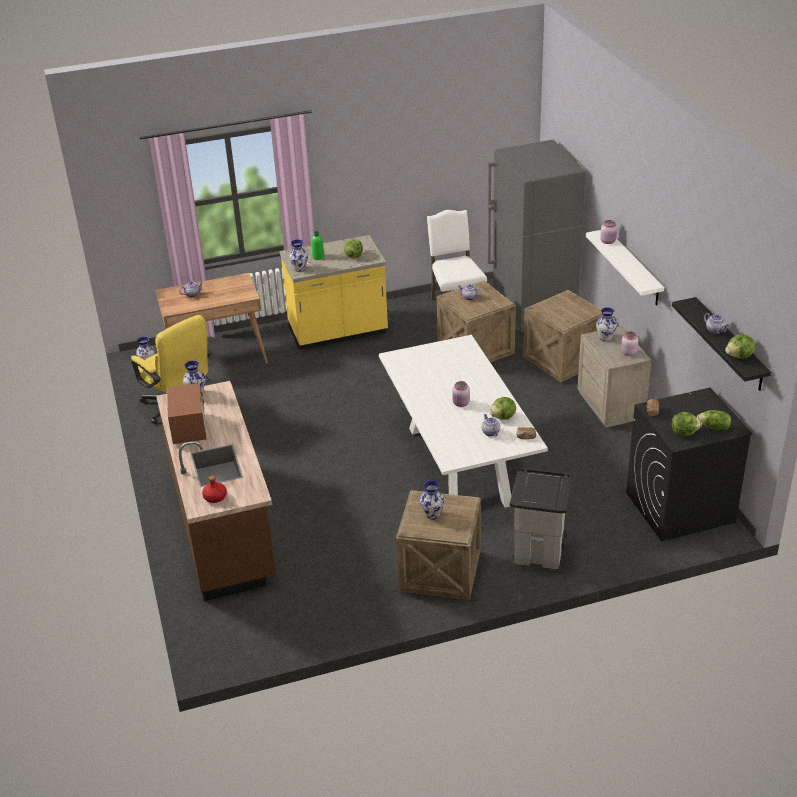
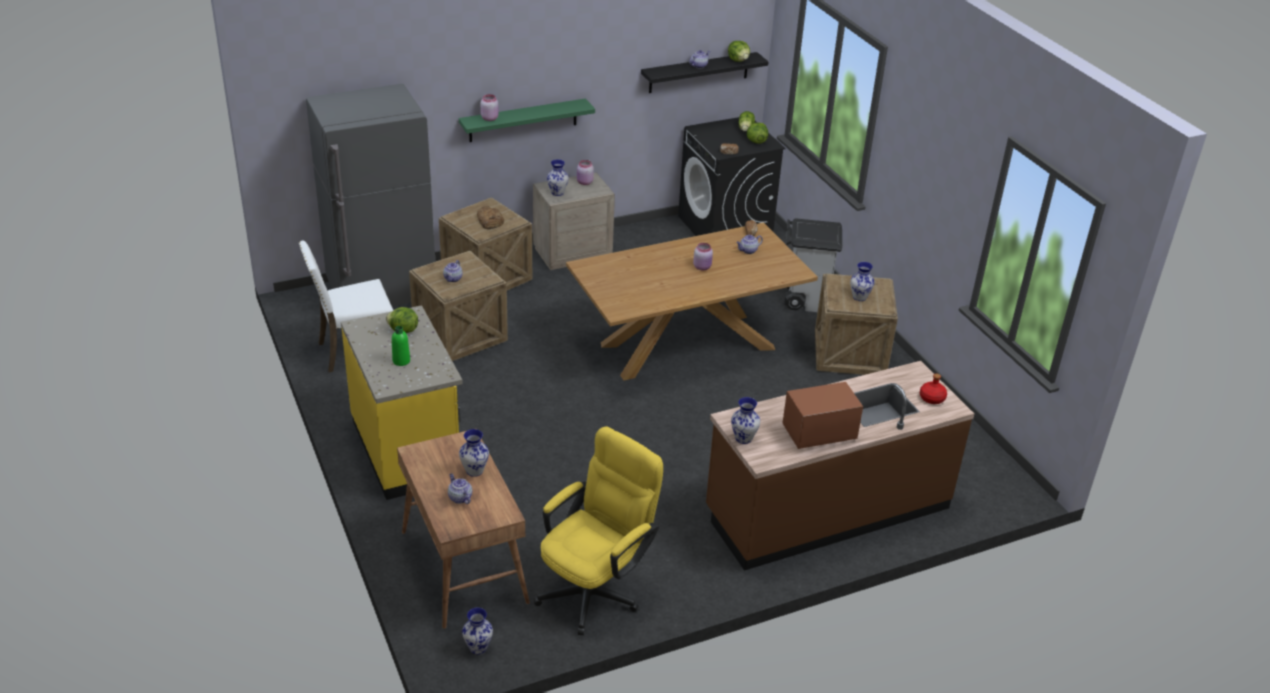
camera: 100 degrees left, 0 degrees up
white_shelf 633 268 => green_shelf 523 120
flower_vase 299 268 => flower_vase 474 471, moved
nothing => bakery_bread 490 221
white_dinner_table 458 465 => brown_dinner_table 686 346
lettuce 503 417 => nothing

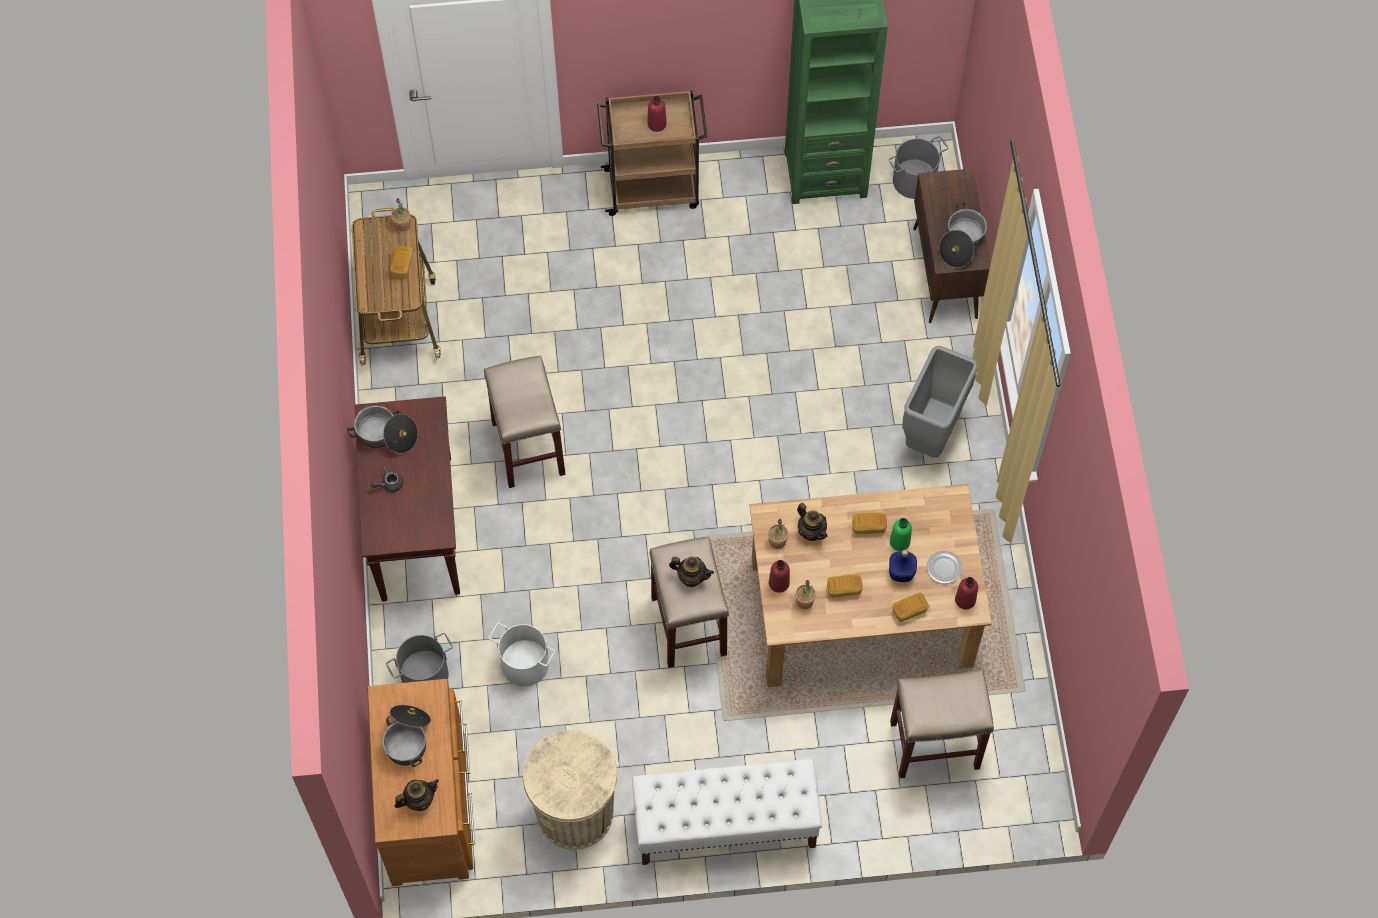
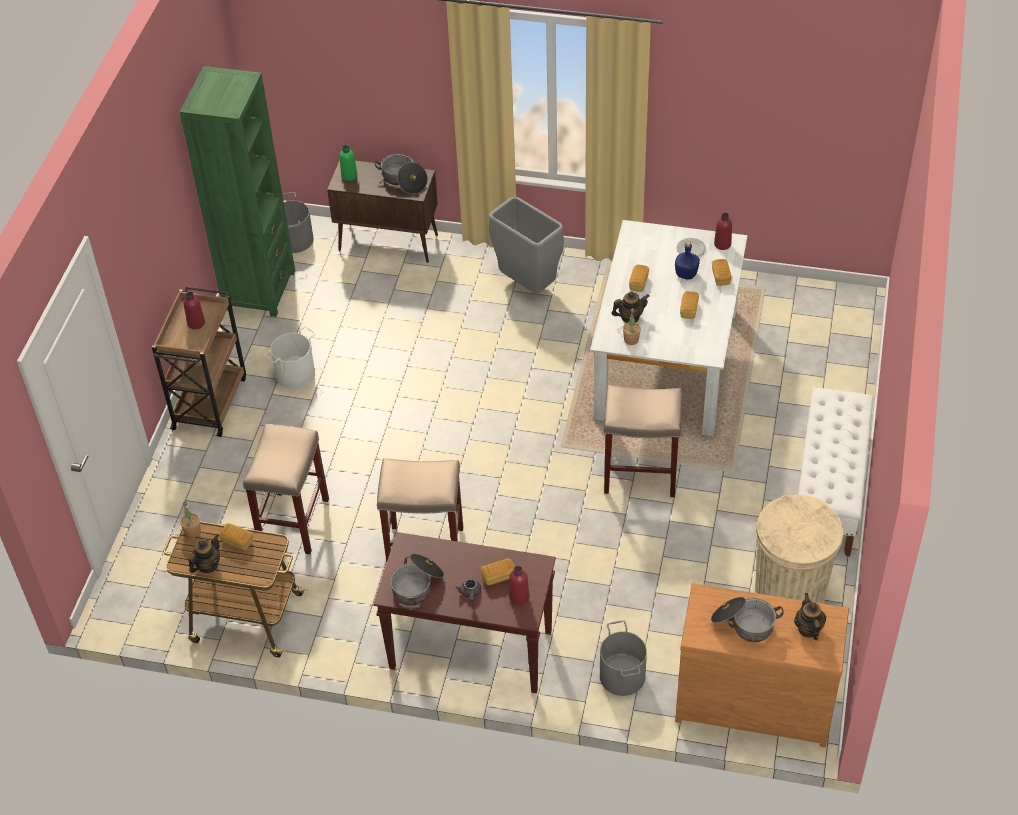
camera: 70 degrees left, 15 degrees down
pot_for_tea 691 577 => pot_for_tea 207 565, moved
beige-coloured_stool_seat 933 745 => beige-coloured_stool_seat 294 523, moved
white_bucket 525 663 => white_bucket 295 373, moved
green_drink_bottle 899 541 => green_drink_bottle 349 175, moved
nothing => bakery_bread 498 576
red-coloured_drink_bottle 779 583 => red-coloured_drink_bottle 519 597, moved
brown_dinner_table 862 611 => white_dinner_table 666 363
plant_in_a_pot 804 601 => nothing

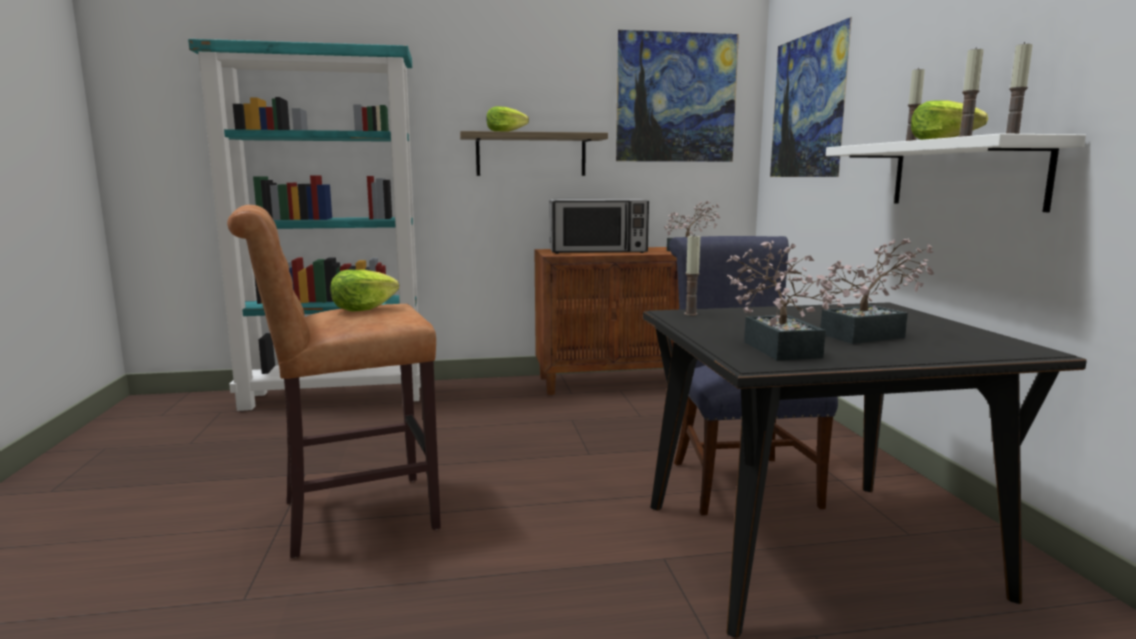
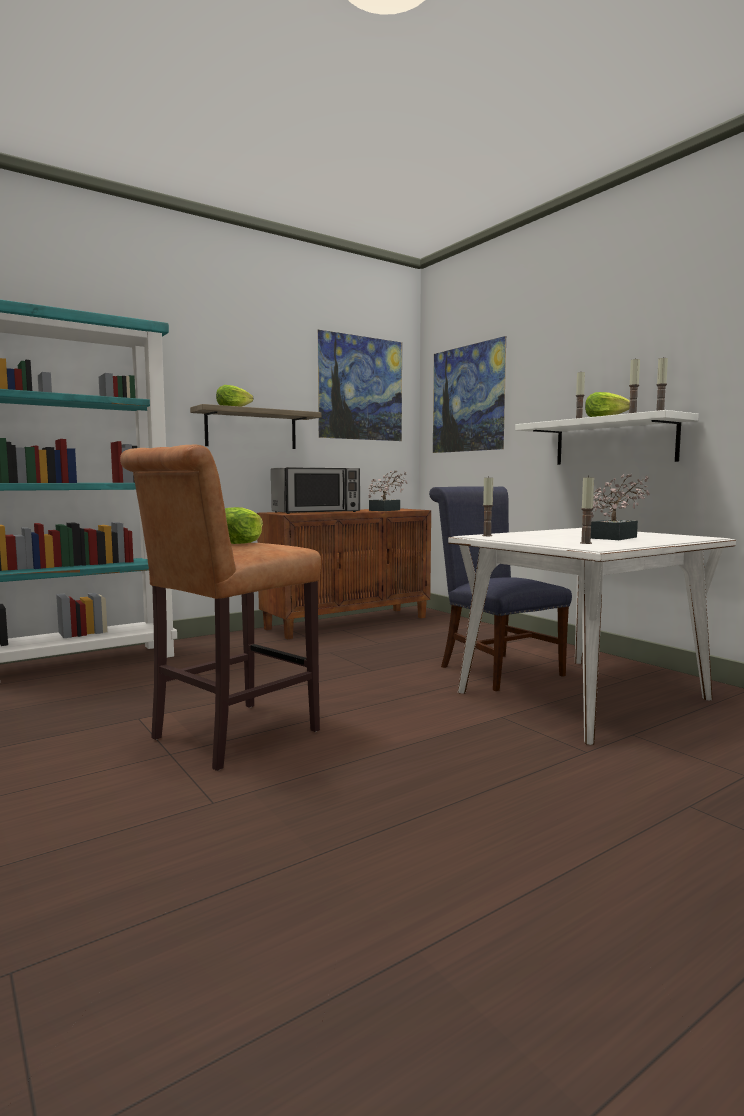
camera: 25 degrees left, 5 degrees down
black-coloured_dinner_table 814 548 => white_dinner_table 583 695
plant_in_a_pot 778 347 => candle 585 543

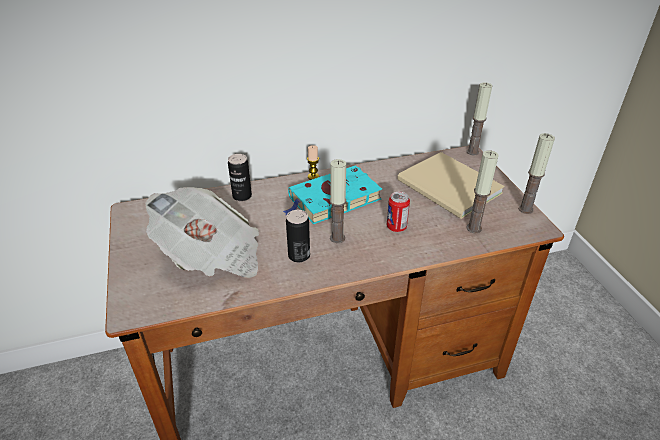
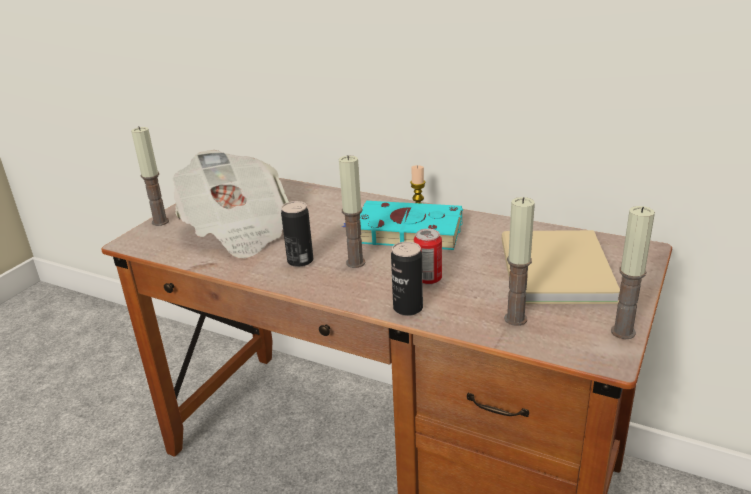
camera: 45 degrees right, 10 degrees down
candle 472 152 => candle 160 222, moved
sealed_can 242 196 => sealed_can 408 308, moved

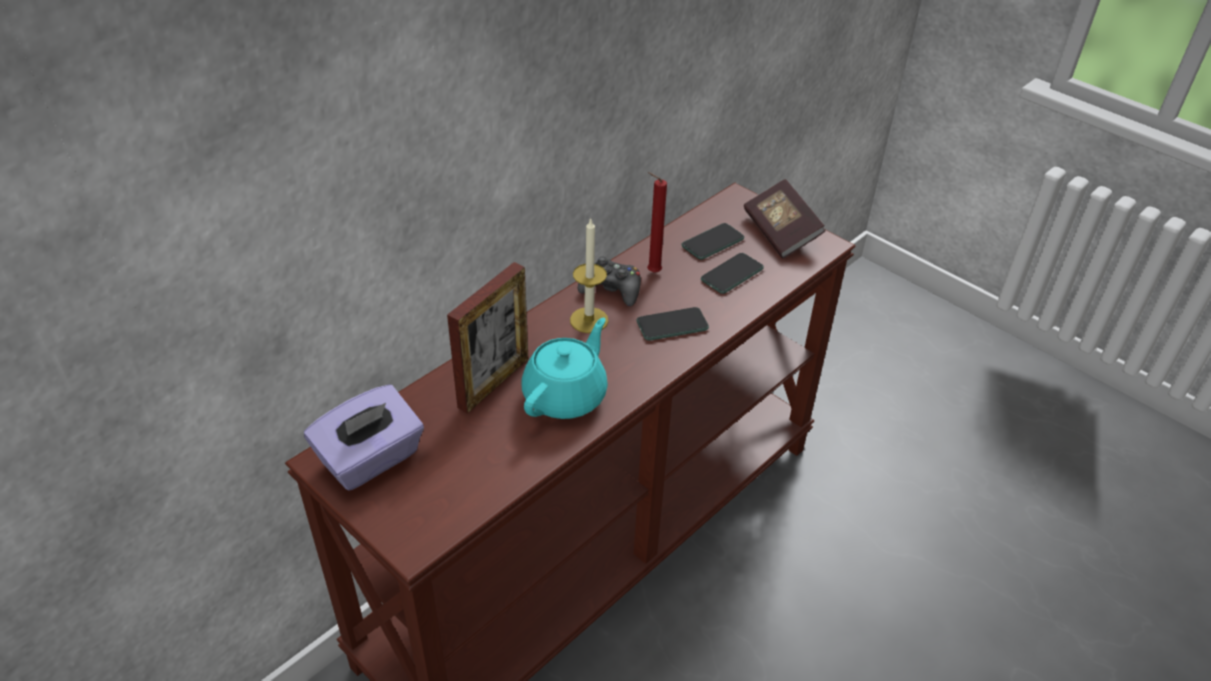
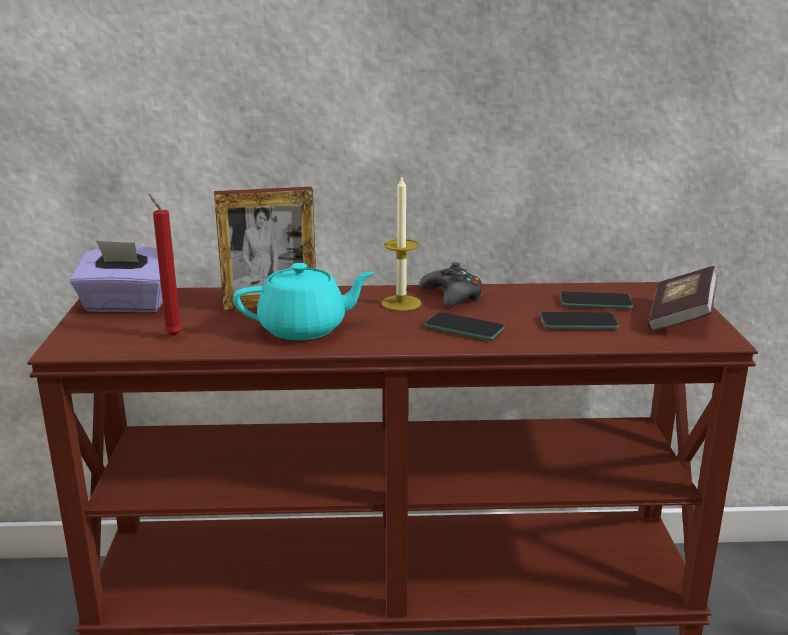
camera: 45 degrees right, 20 degrees down
red-coloured_candle 651 272 => red-coloured_candle 172 335, moved

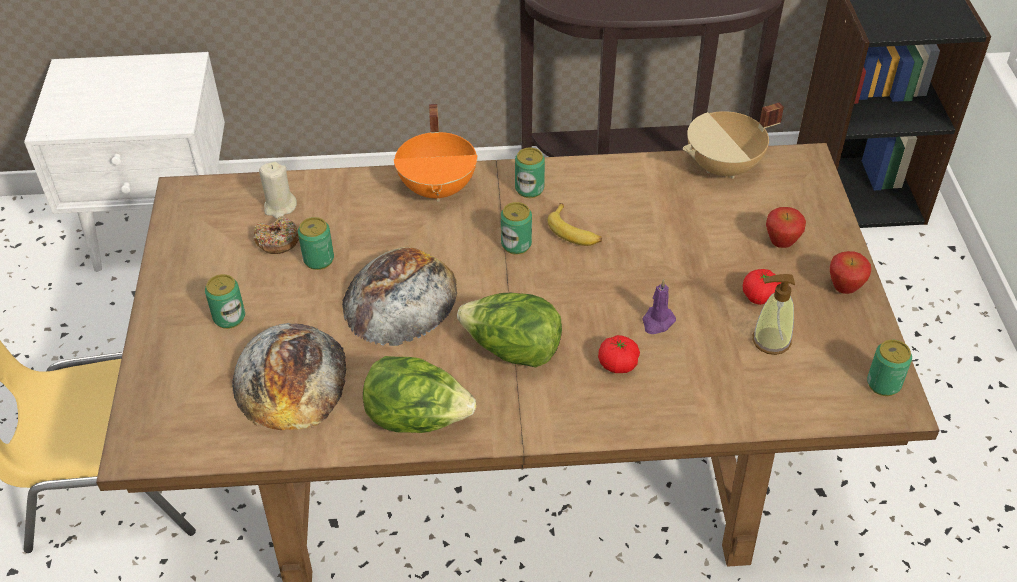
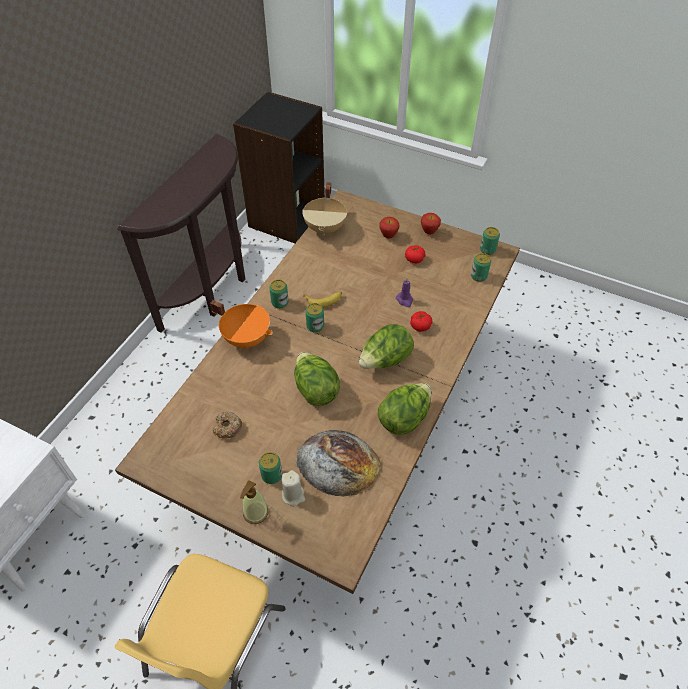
camera: 60 degrees left, 5 degrees up
soap_bottle 771 341 => soap_bottle 255 513, moved
beige-coloured_candle 280 207 => beige-coloured_candle 293 495, moved
bakery_bread 400 297 => lettuce 315 390
sealed_can 319 260 => sealed_can 478 276, moved

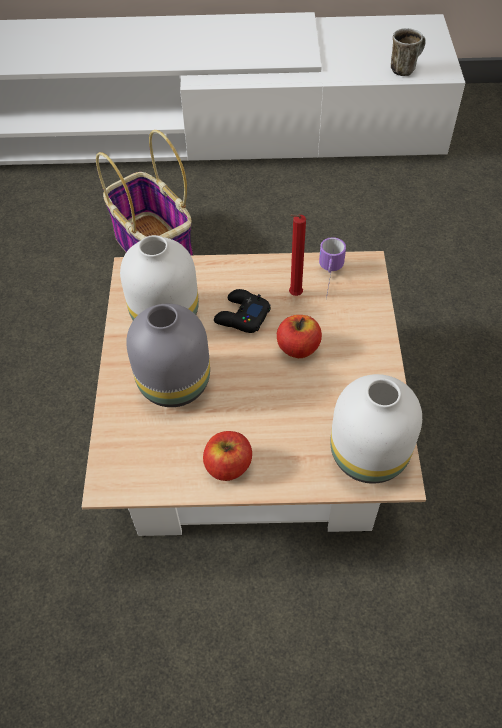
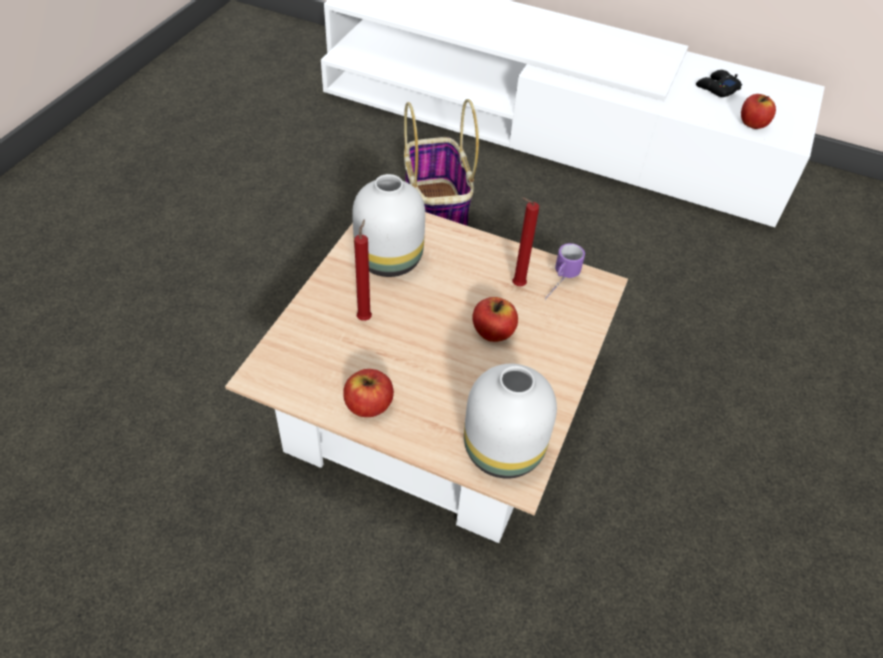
camera: 20 degrees right, 5 degrees down
gray_flower_vase 176 381 => red-coloured_candle 365 317
black-coloured_joypad 241 316 => black-coloured_joypad 716 88, moved
mug 404 68 => whole_apple 752 123

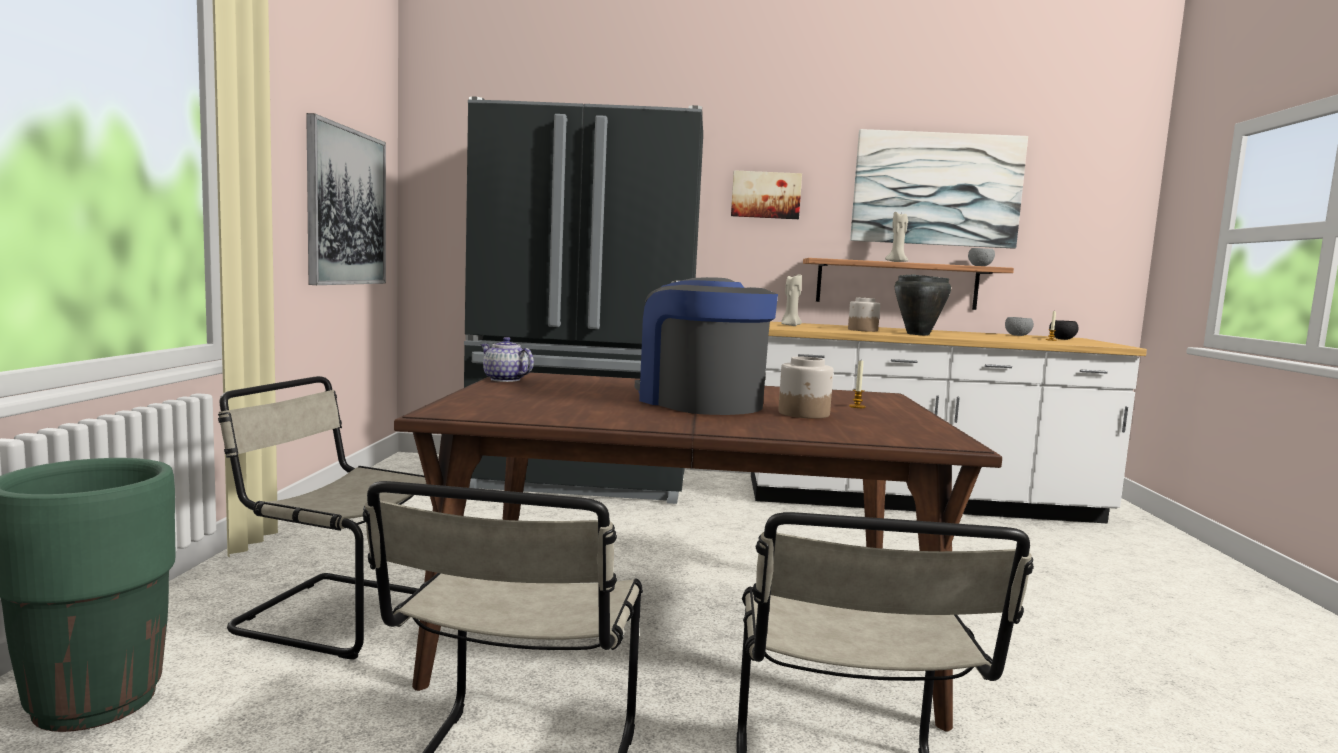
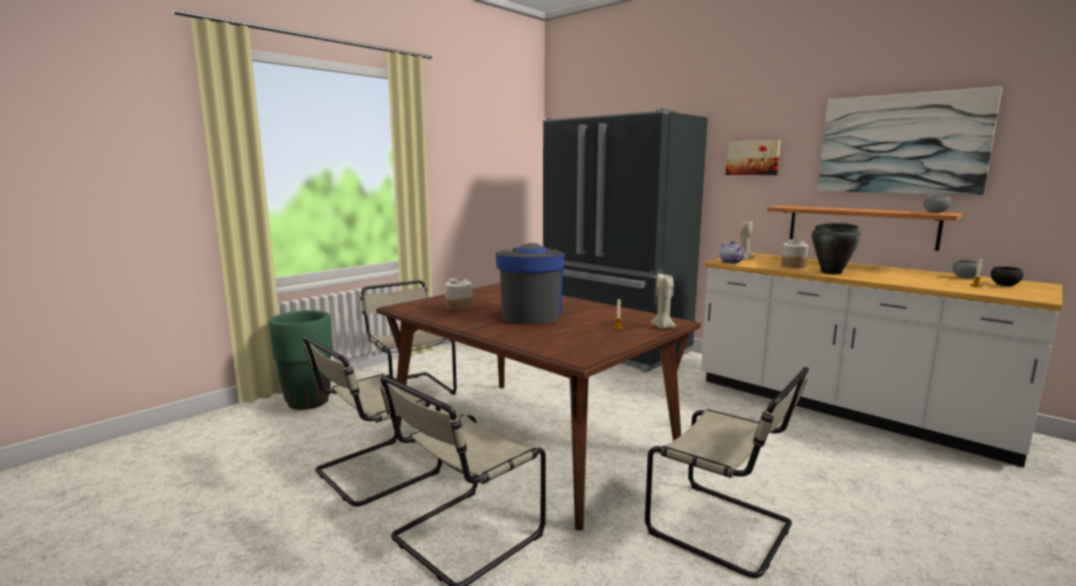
camera: 40 degrees right, 5 degrees up
storage_jar 804 414 => storage_jar 458 307, moved
nothing => beige-coloured_upright_chair 725 530
beige-coloured_candle 897 262 => beige-coloured_candle 662 327, moved
pot_for_tea 505 379 => pot_for_tea 730 262, moved
wall_art 346 207 => nothing

